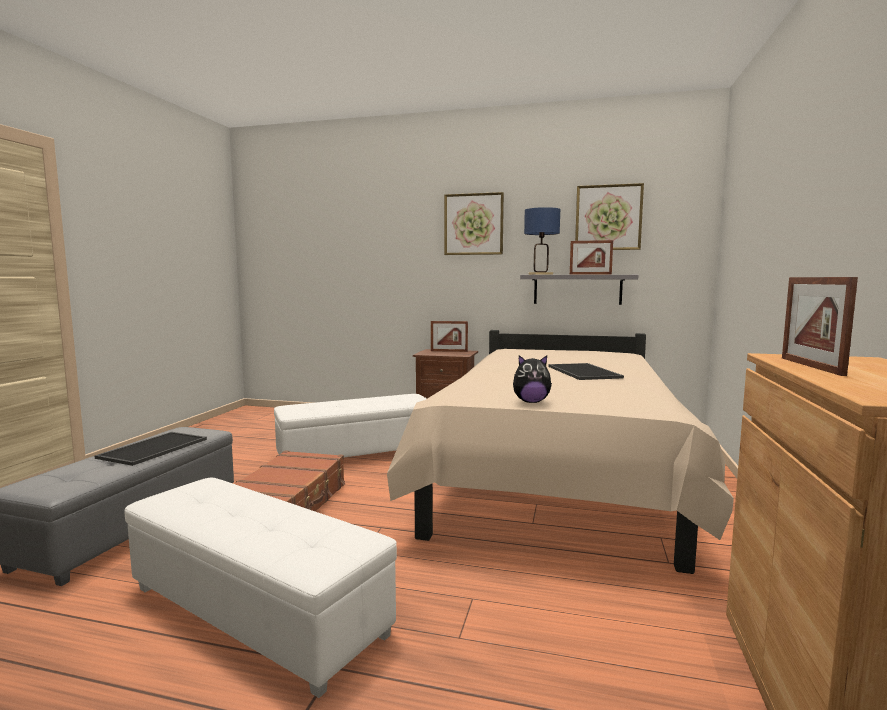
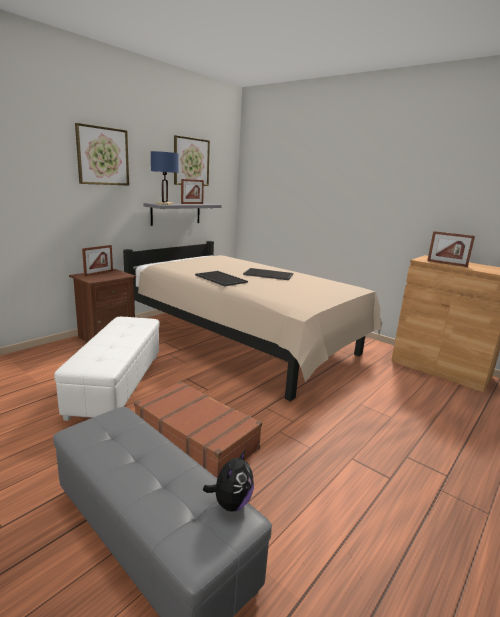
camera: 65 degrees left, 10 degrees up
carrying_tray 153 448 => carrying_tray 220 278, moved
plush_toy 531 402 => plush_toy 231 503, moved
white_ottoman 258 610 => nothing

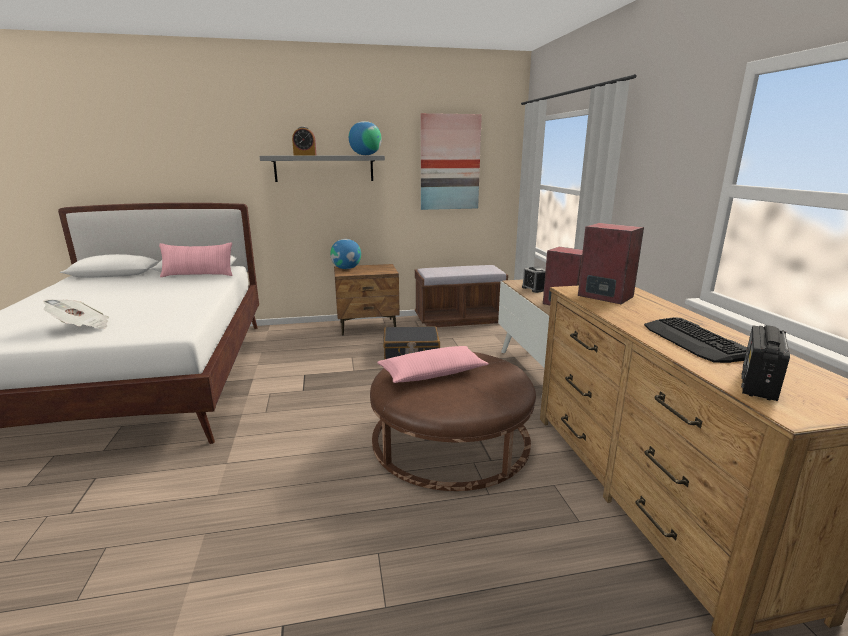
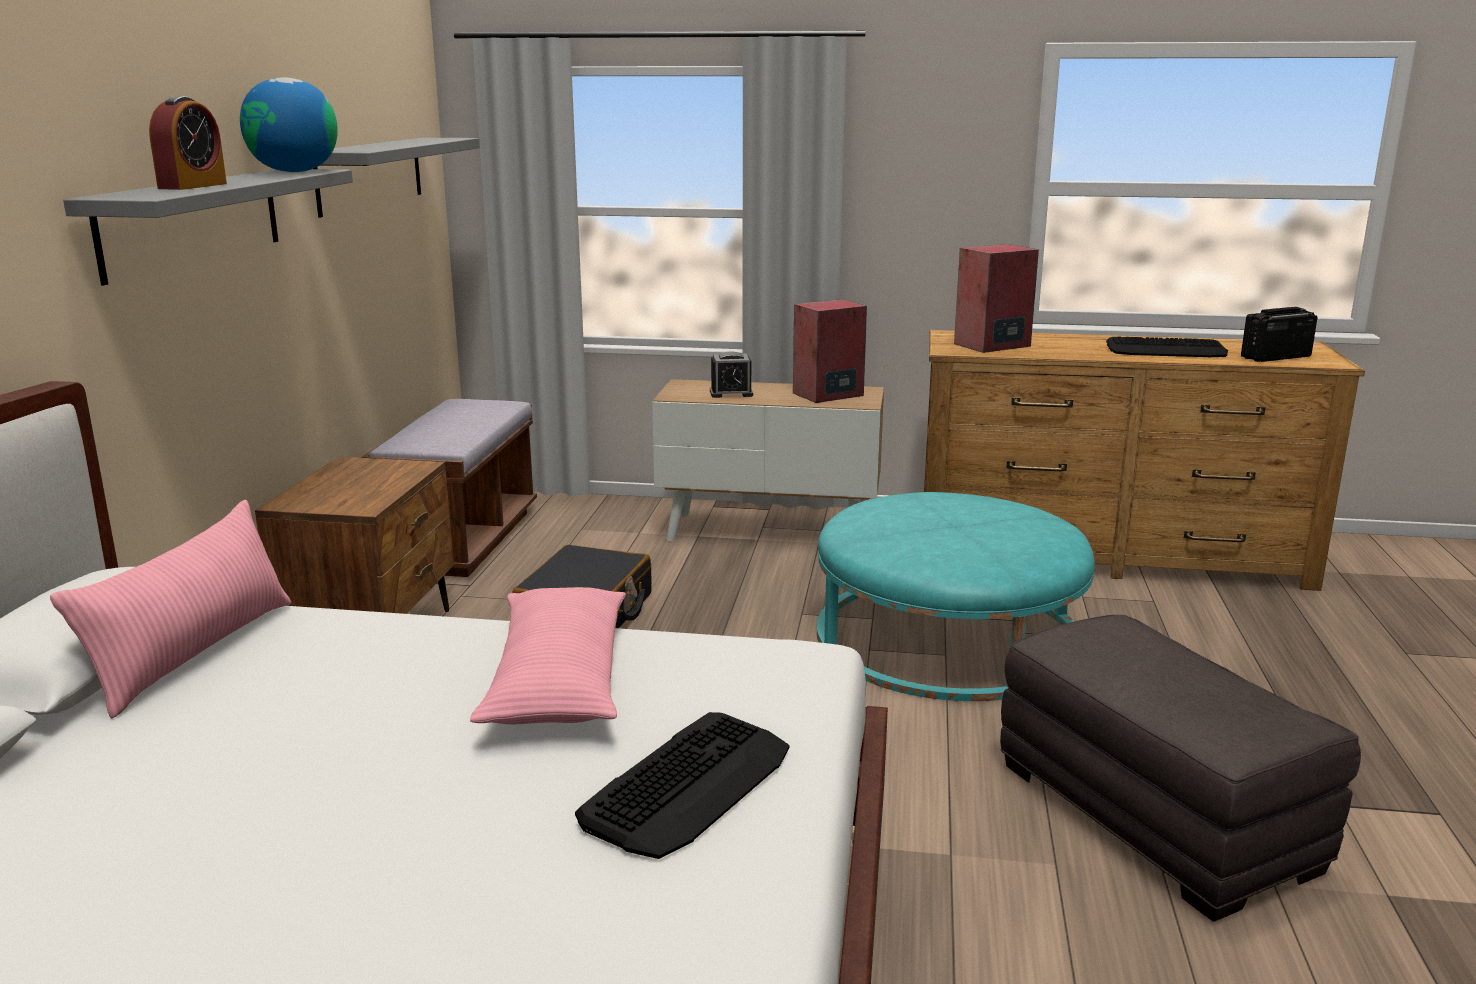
camera: 70 degrees left, 0 degrees up
wall_art 450 162 => gray_shelf 370 174
pink_throw_pillow 432 373 => pink_throw_pillow 558 678, moved
daily_paper 82 327 => keyboard 689 784
brown_ottoman 450 438 => blue-green_ottoman 948 635
nothing => gray_ottoman 1151 816
radio_set 758 384 => radio_set 1274 357, 105 degrees clockwise
globe 346 268 => nothing

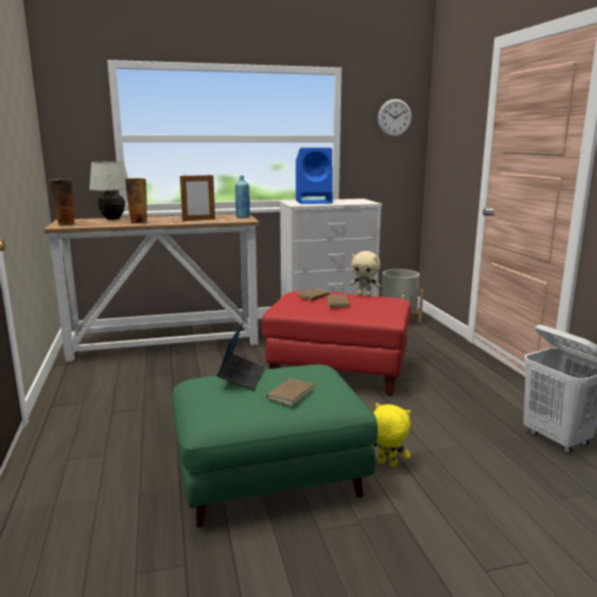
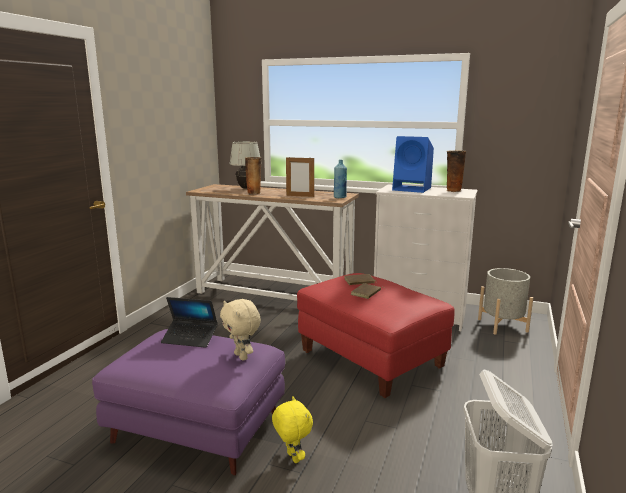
camera: 35 degrees right, 0 degrees up
green_ottoman 269 479 => purplish_ottoman 196 429
notebook_computer 242 377 => notebook_computer 190 338, 60 degrees clockwise
beige-coloured_plush_toy 364 295 => beige-coloured_plush_toy 242 356, moved
flower_vase 65 224 => flower_vase 453 190, moved
brown_book 289 394 => nothing
wall_clock 394 118 => nothing

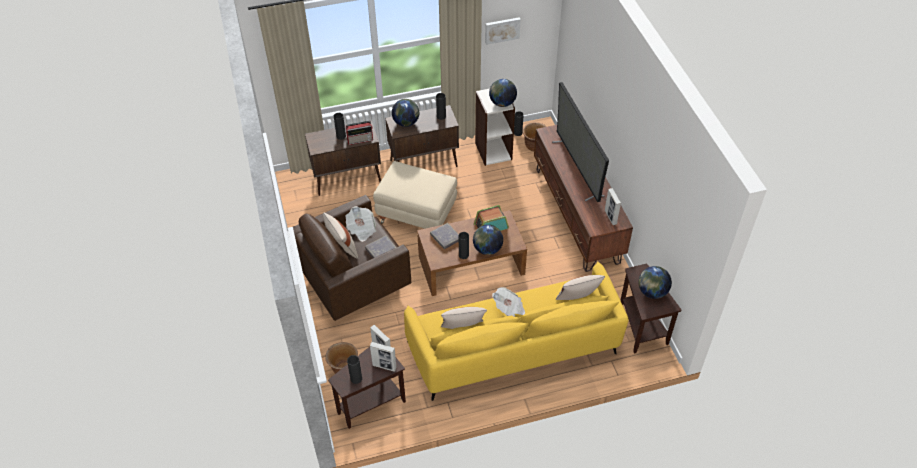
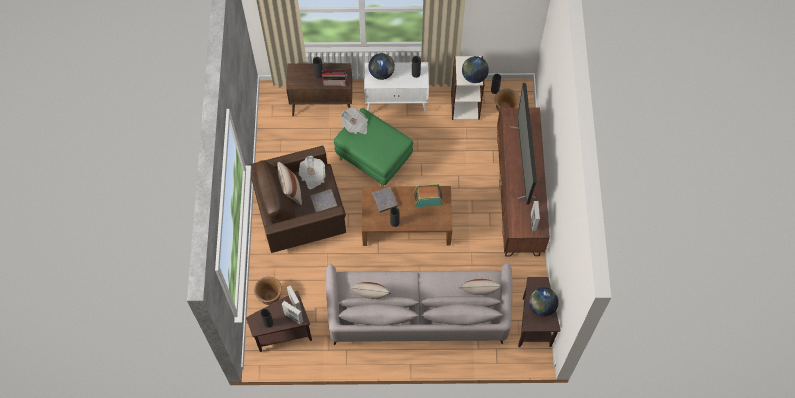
camera: 15 degrees right, 15 degrees up
yellow-coloured_couch 515 348 => gray_couch 418 315
beige-coloured_ottoman 417 214 => green_ottoman 374 158
daily_paper 509 308 => daily_paper 355 125, moved
brown_storage_cabinet 424 163 => white_storage_cabinet 397 104
globe 487 249 => nothing
wall_art 502 30 => nothing

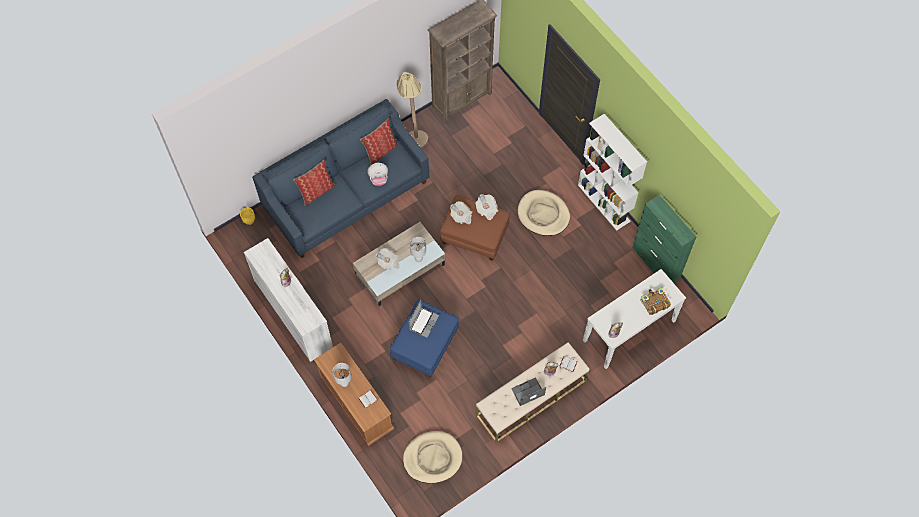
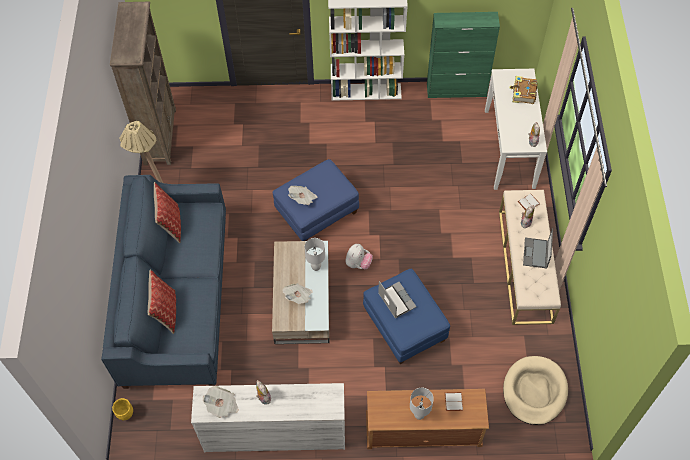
camera: 55 degrees left, 5 degrees down
daily_paper 486 210 => daily_paper 222 405, moved
brown_ottoman 474 236 => blue-coloured_ottoman 317 212
plush_toy 378 179 => plush_toy 358 263, moved
beige-coloured_dog_cushion 543 214 => nothing

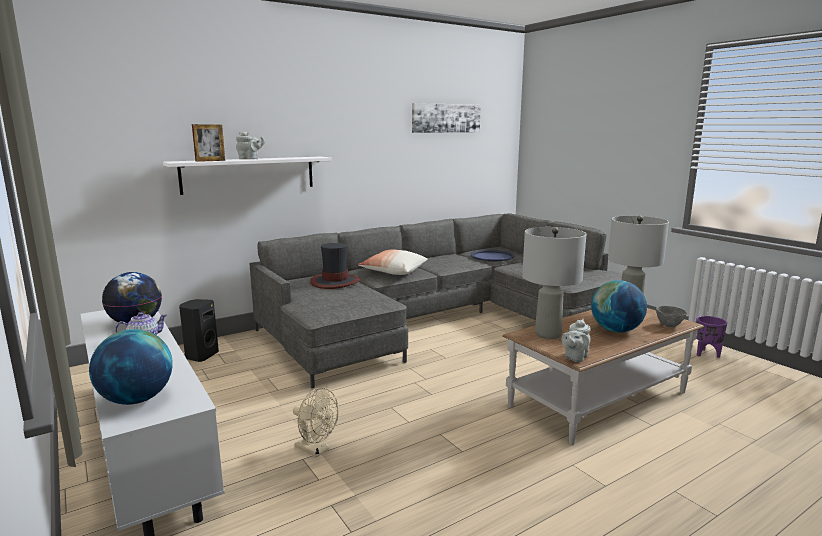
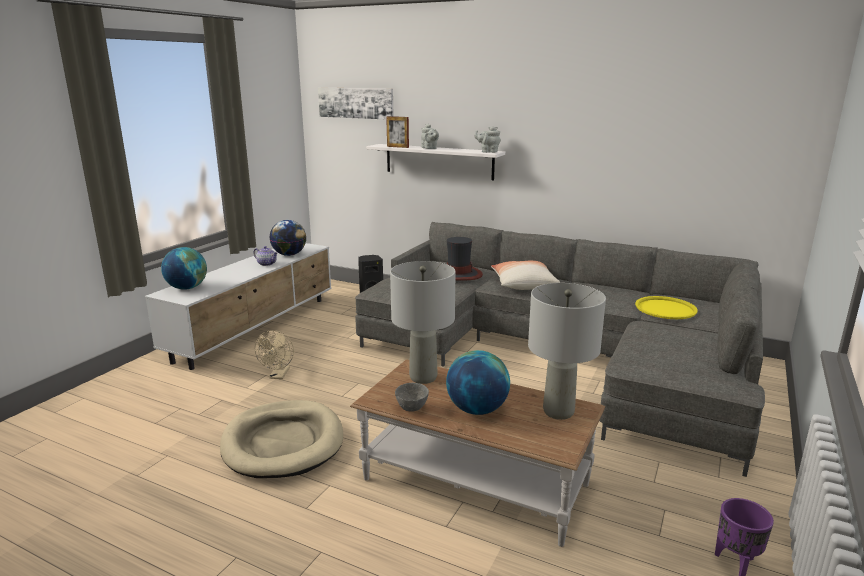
camera: 60 degrees right, 5 degrees up
nothing => beige-coloured_dog_cushion 283 443
wall_art 446 118 => wall_art 356 103, moved
gray_deep_dish 669 325 => gray_deep_dish 412 409, moved
gray_pot_for_tea 575 357 => gray_pot_for_tea 488 151, moved
blue-coloured_carrying_tray 492 256 => yellow-coloured_carrying_tray 665 308

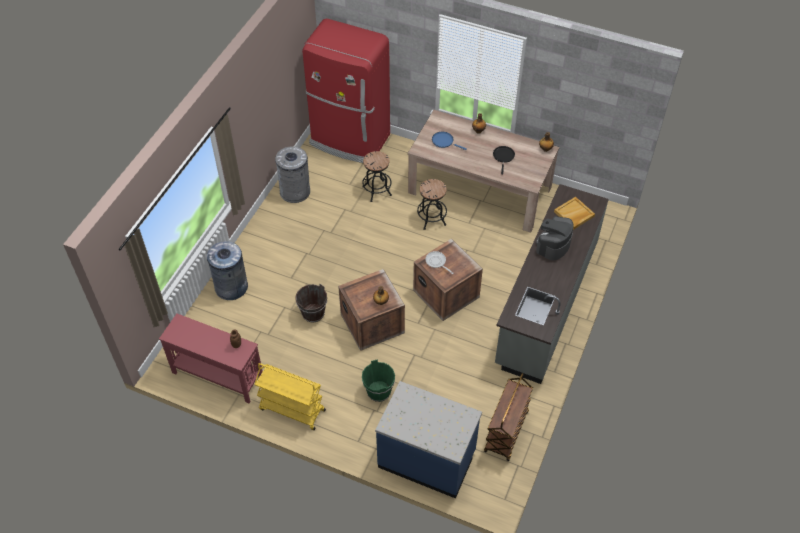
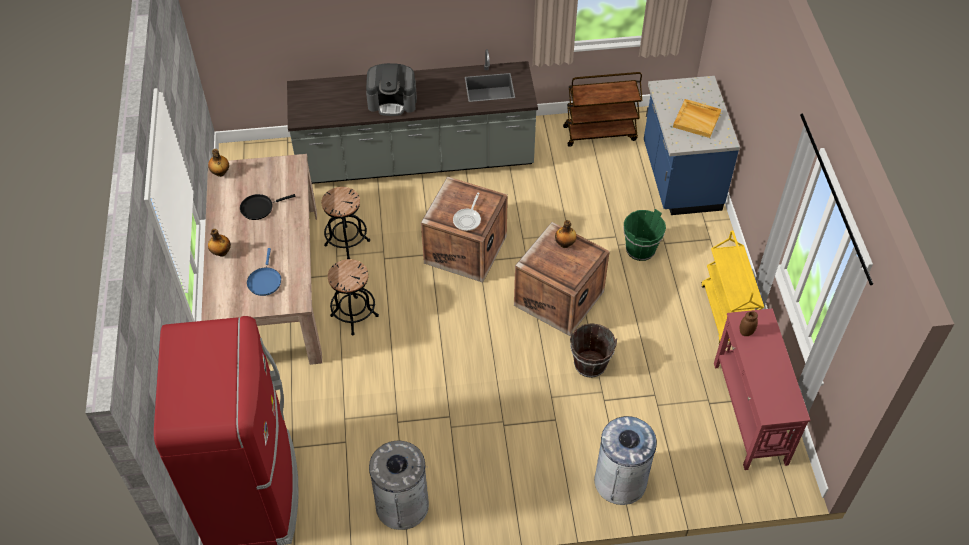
camera: 120 degrees left, 0 degrees up
black-coloured_stool_seat 377 191 => black-coloured_stool_seat 347 243, moved
beige-coloured_carrying_tray 574 214 => beige-coloured_carrying_tray 697 120, moved

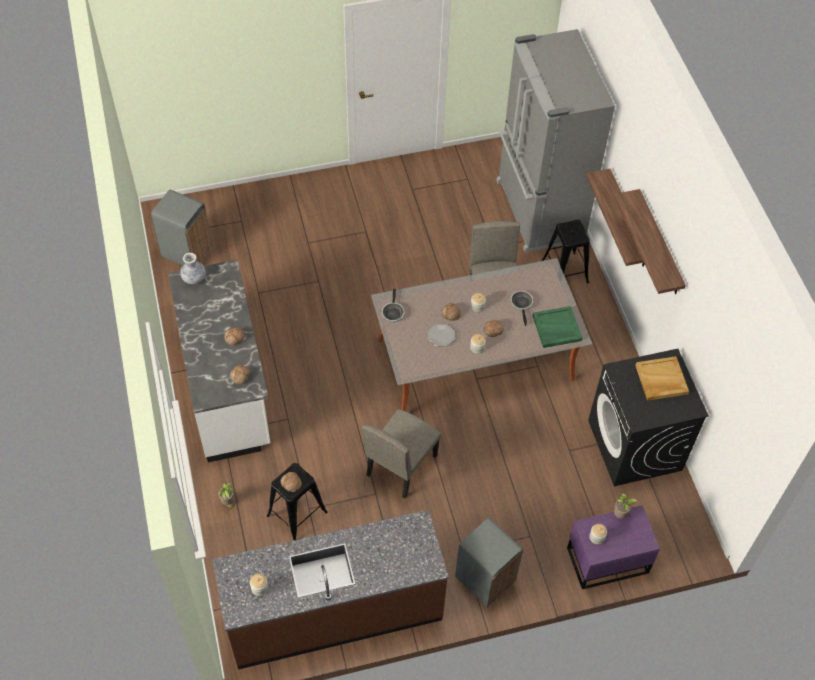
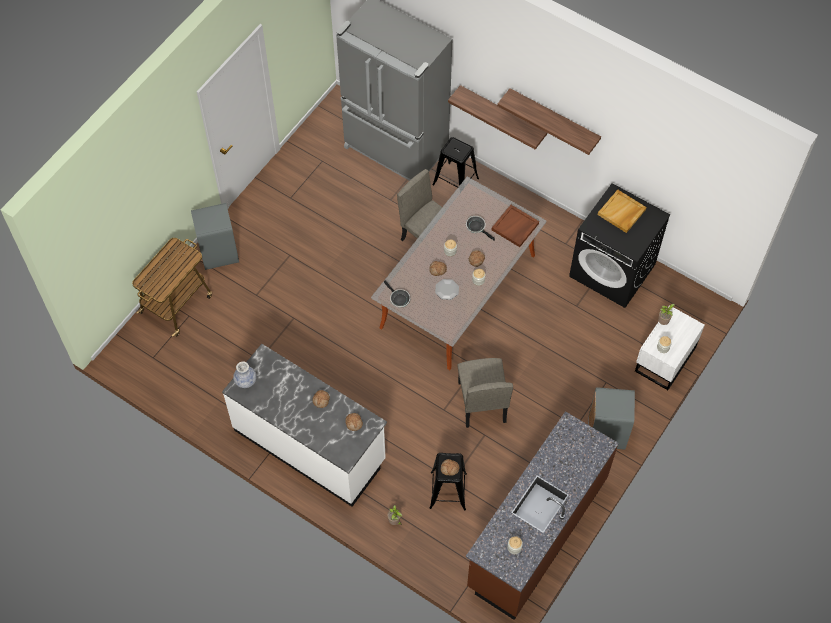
camera: 40 degrees left, 5 degrees up
nothing => cart 177 303
gray_waste_bin 187 252 => gray_waste_bin 219 253, moved
green_carrying_tray 556 328 => brown_carrying_tray 515 227
purplish_bedside_table 606 559 => white_bedside_table 663 359

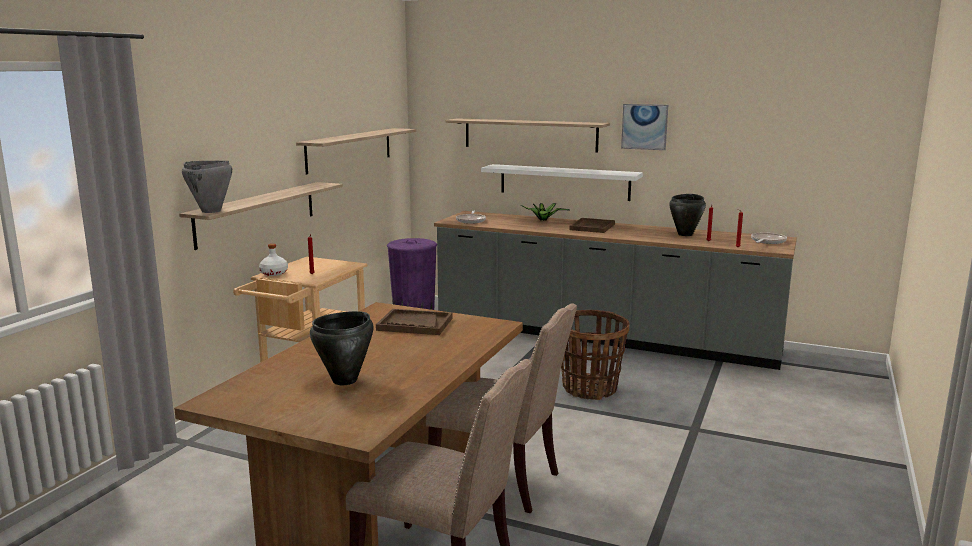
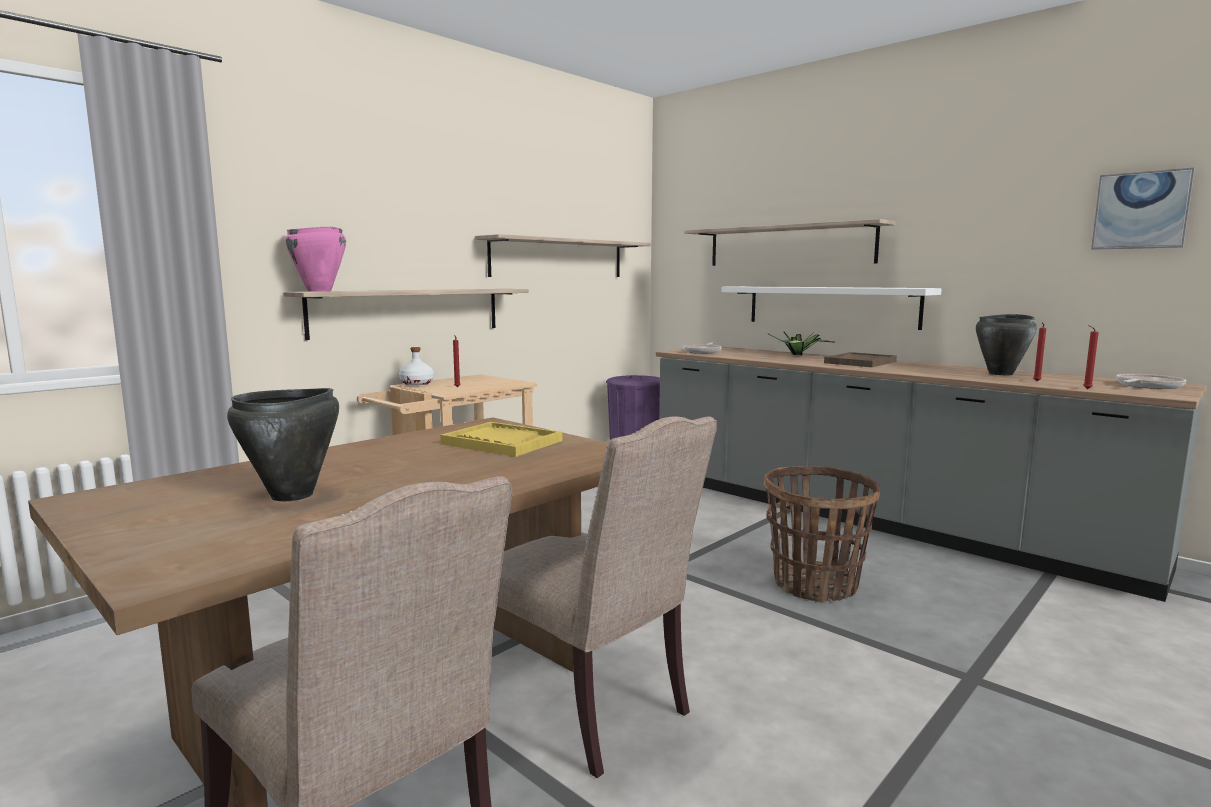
camera: 20 degrees right, 5 degrees down
gray_stockpot 211 211 => pink_stockpot 319 291
brown_carrying_tray 414 324 => yellow-coloured_carrying_tray 501 442
wall_art 644 126 => wall_art 1141 210, moved

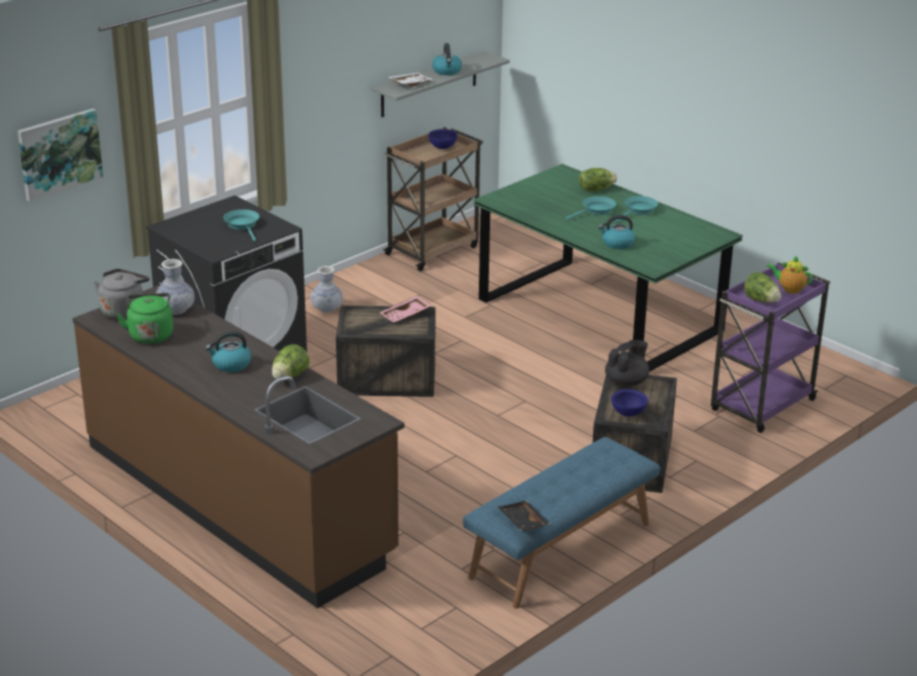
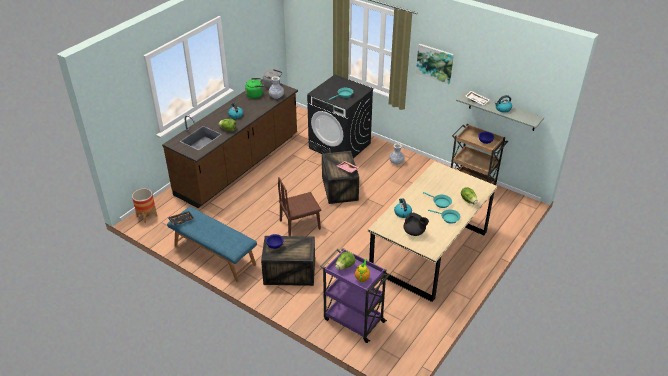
camera: 80 degrees right, 10 degrees up
nothing => plant_pot 147 216
nothing => brown_upright_chair 300 224
green_dinner_table 600 314 => beige-coloured_dinner_table 430 251
black-coloured_pot_for_tea 626 382 => black-coloured_pot_for_tea 414 232, moved
wall_art 59 153 => wall_art 435 63, moved

